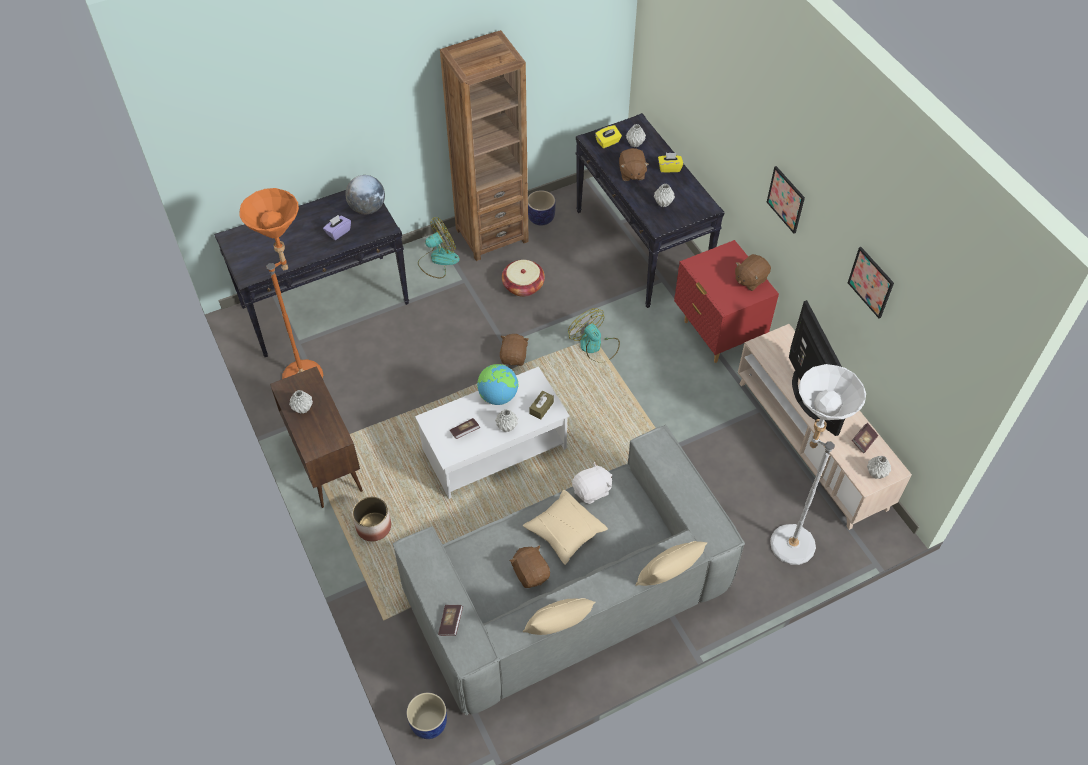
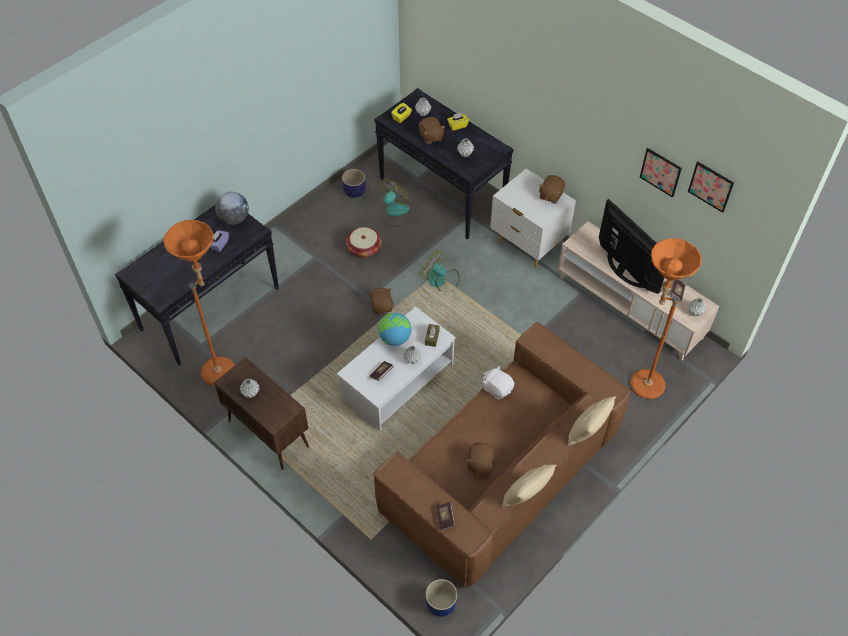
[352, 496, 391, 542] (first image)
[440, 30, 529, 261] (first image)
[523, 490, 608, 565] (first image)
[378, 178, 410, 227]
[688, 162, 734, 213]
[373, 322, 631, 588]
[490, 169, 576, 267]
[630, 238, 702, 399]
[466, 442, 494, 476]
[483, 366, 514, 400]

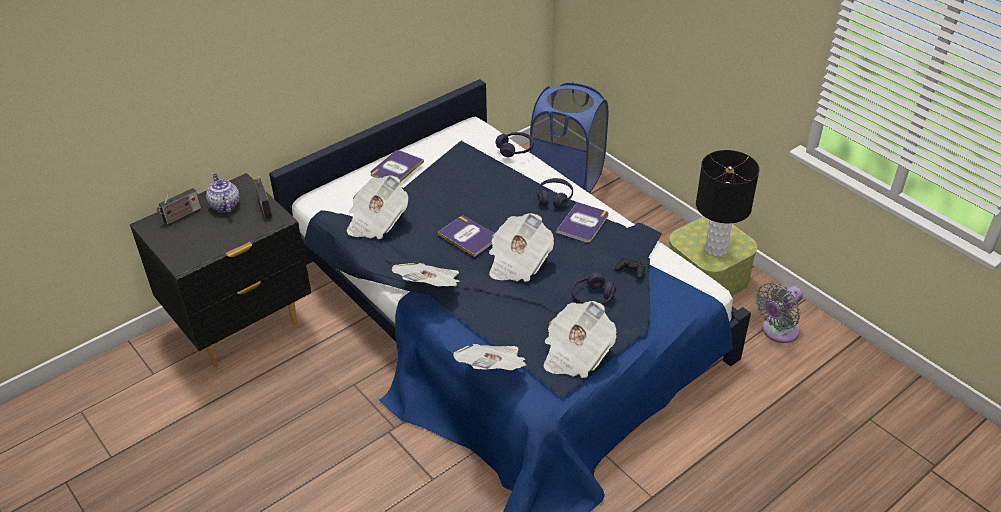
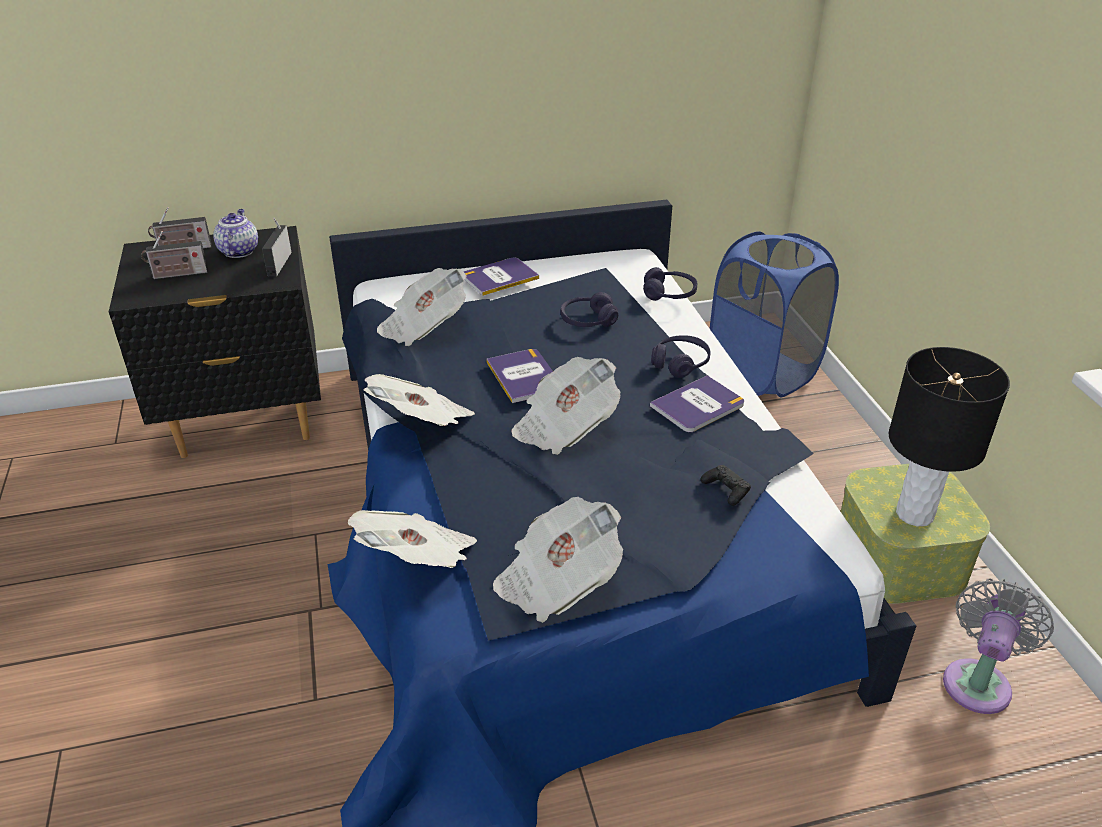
[141, 231, 208, 279]
[561, 292, 619, 327]
[943, 578, 1054, 714]

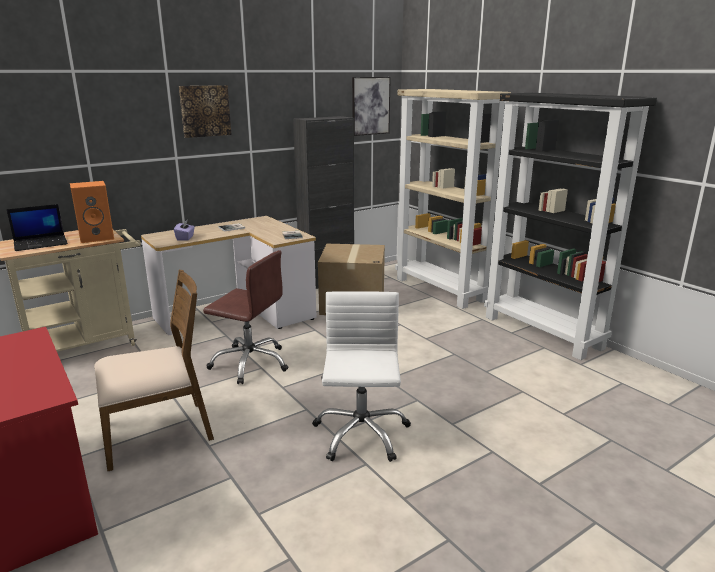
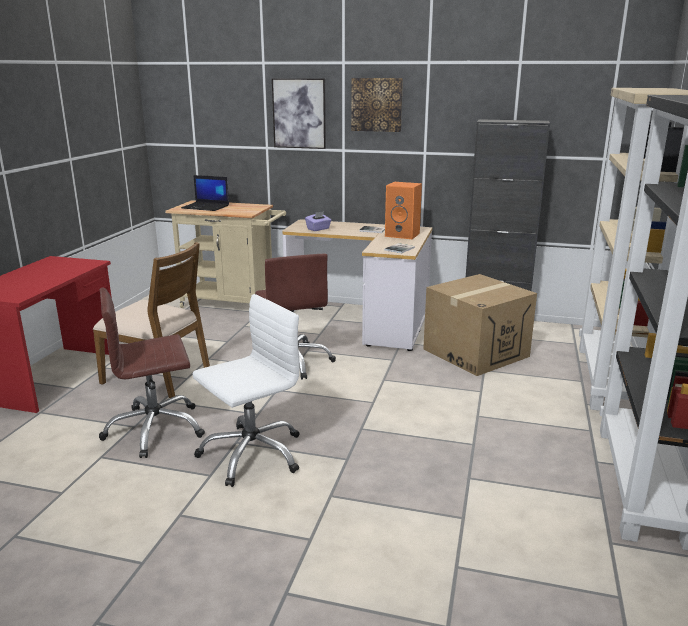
[99, 288, 205, 458]
[385, 182, 422, 239]
[272, 78, 326, 149]

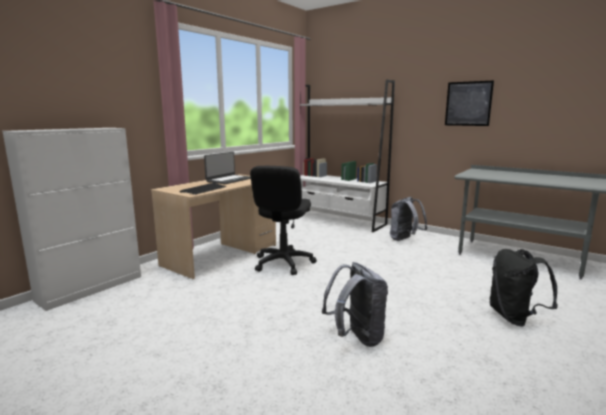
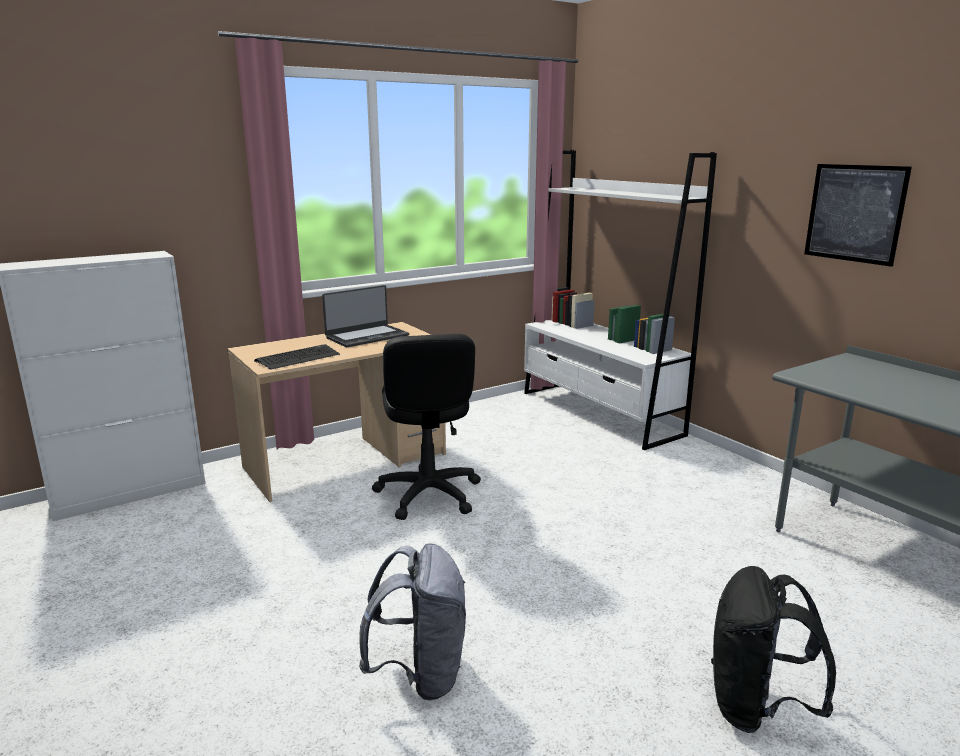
[390, 197, 428, 241] (first image)
[372, 334, 481, 520]

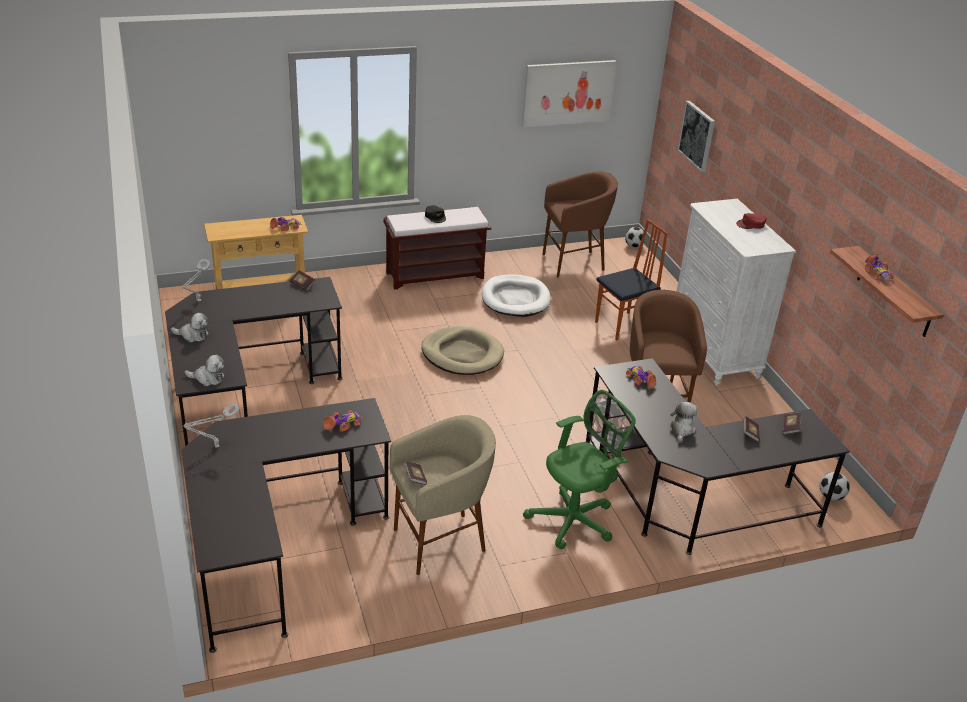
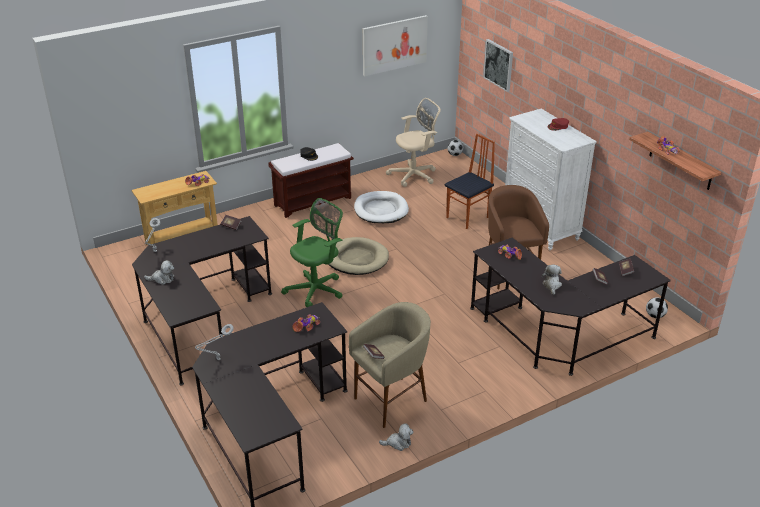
[379, 423, 413, 451]
[281, 198, 343, 307]
[386, 98, 441, 187]

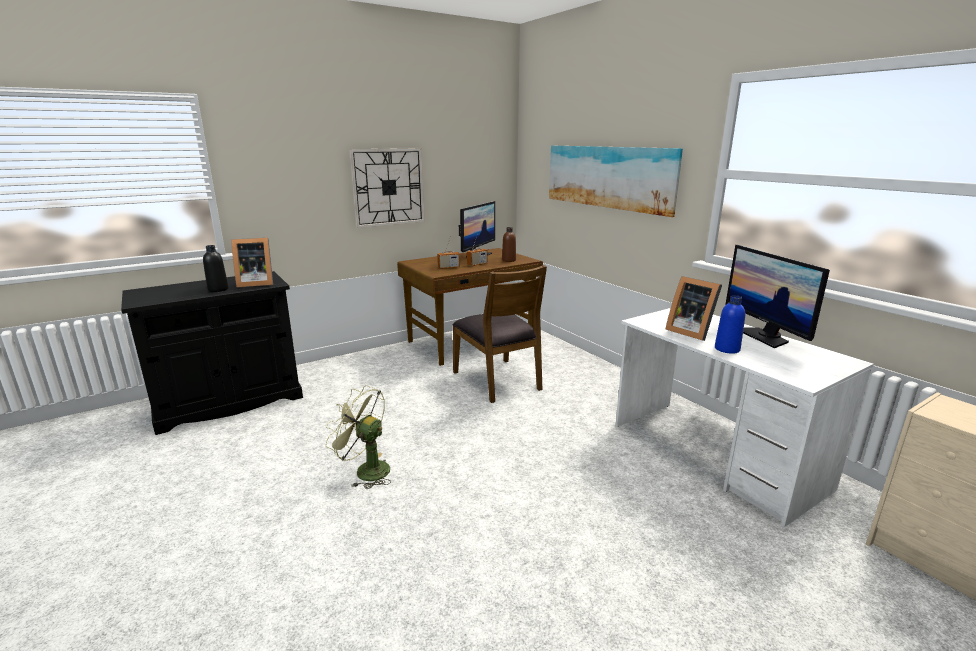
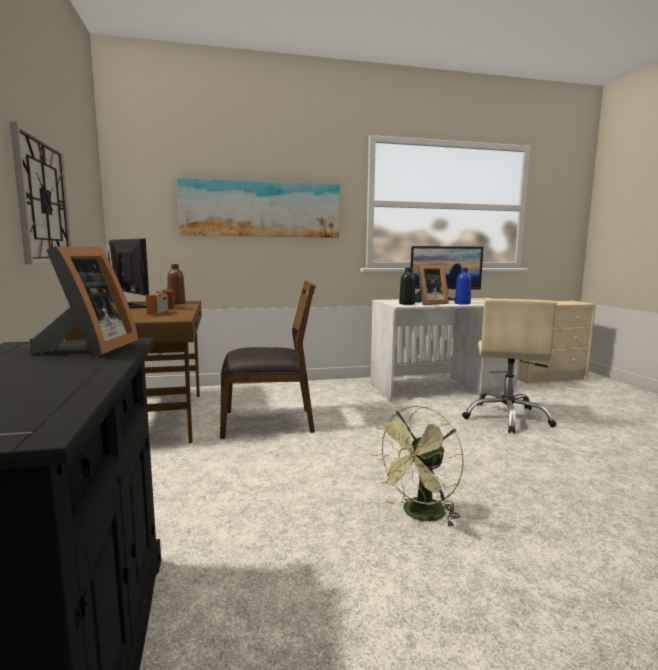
[462, 299, 557, 434]
[399, 268, 415, 305]

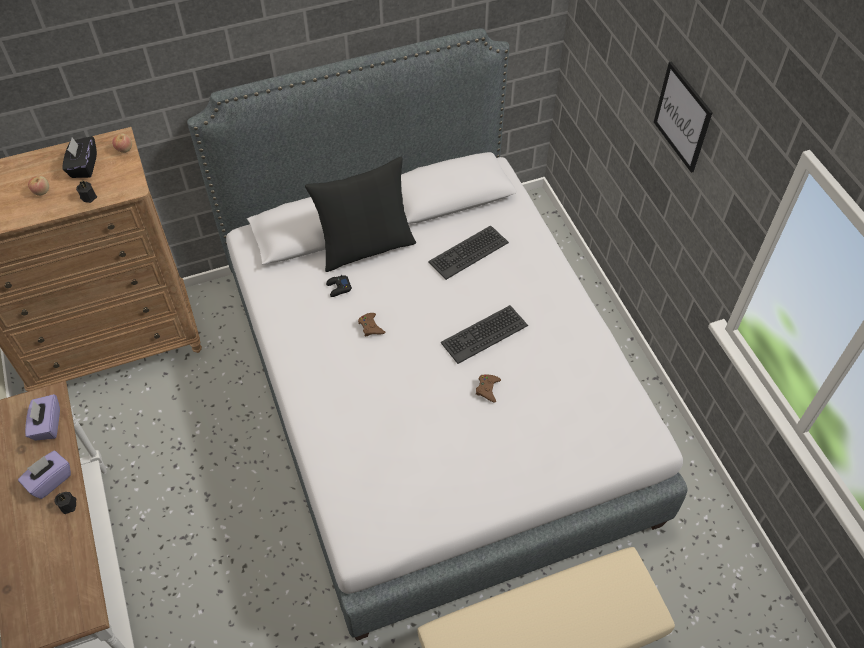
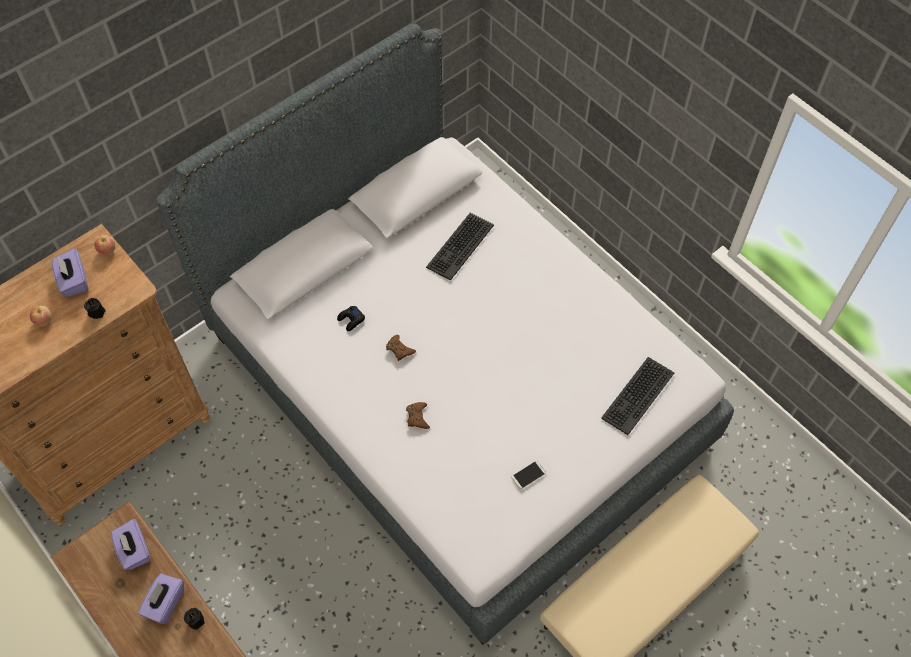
[305, 157, 416, 272] (first image)
[654, 61, 713, 173] (first image)
[512, 461, 546, 489]
[601, 357, 674, 435]
[406, 402, 430, 429]
[52, 248, 88, 297]

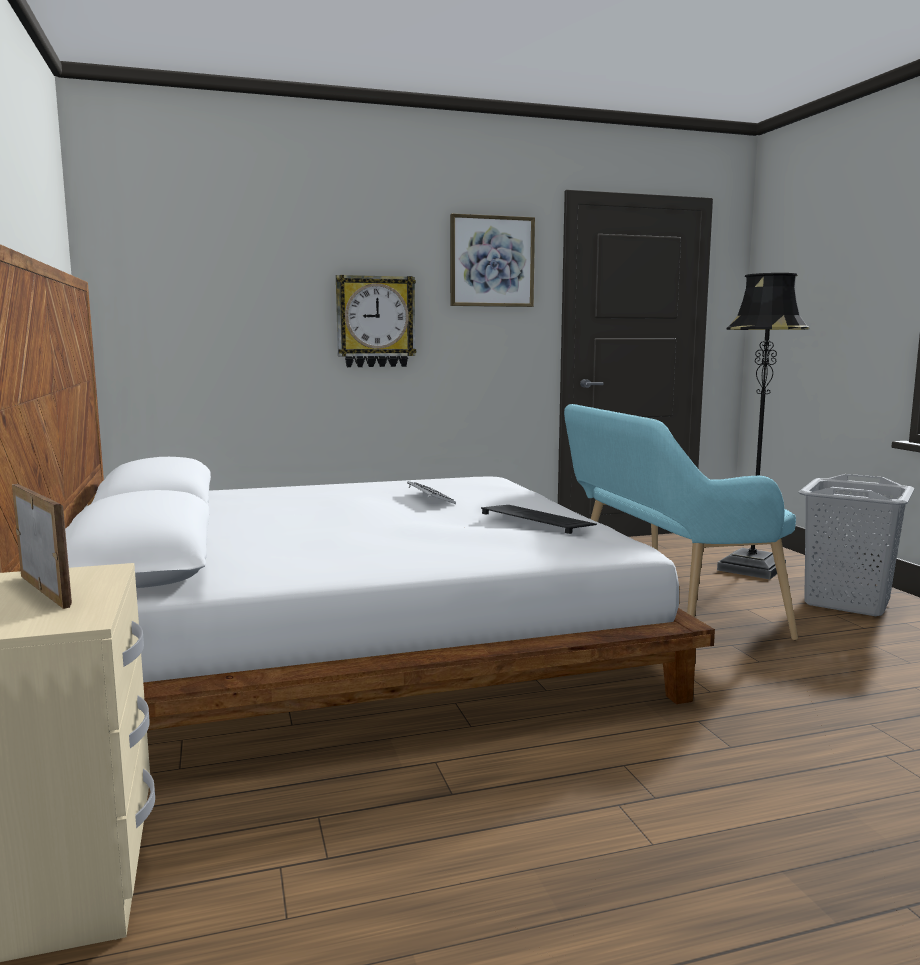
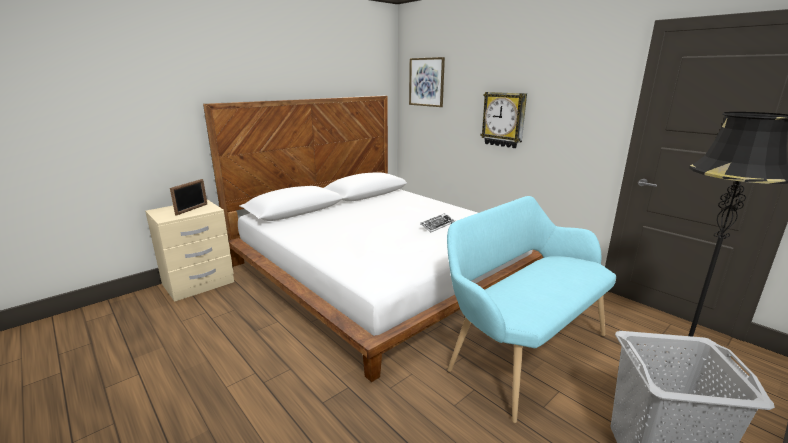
[481, 505, 597, 534] (first image)
[409, 57, 445, 107]

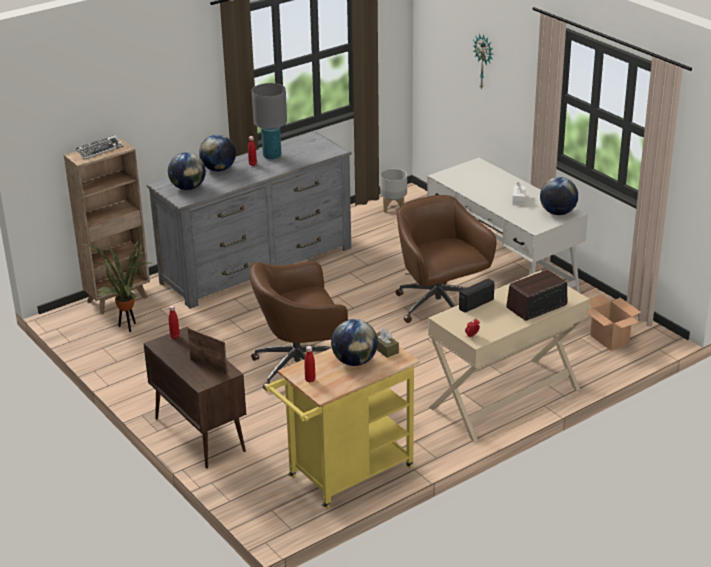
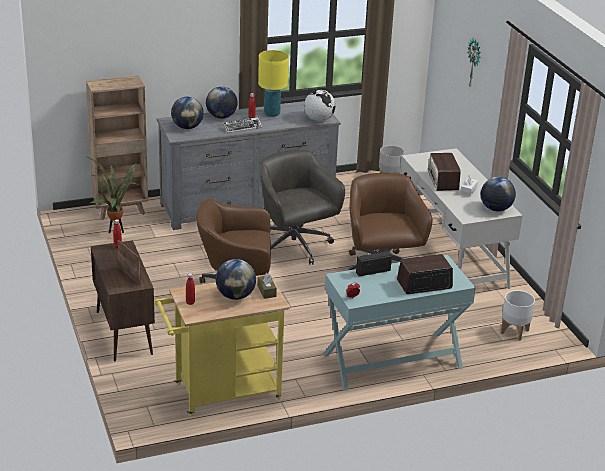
[260, 149, 345, 264]
[304, 90, 335, 121]
[428, 153, 461, 191]
[223, 117, 262, 133]
[501, 290, 535, 341]
[258, 50, 289, 117]
[323, 255, 476, 391]

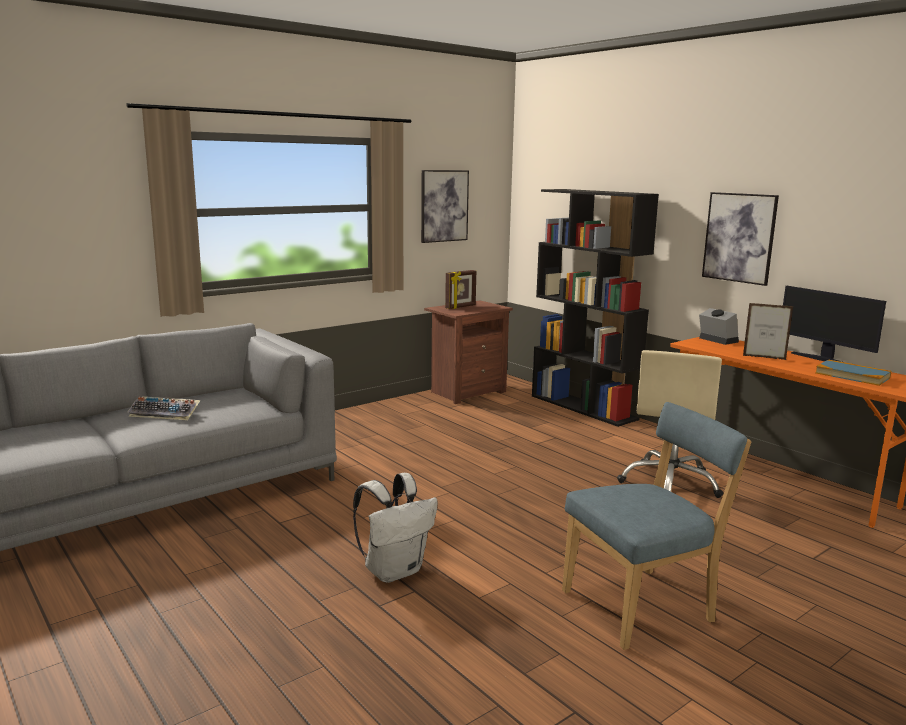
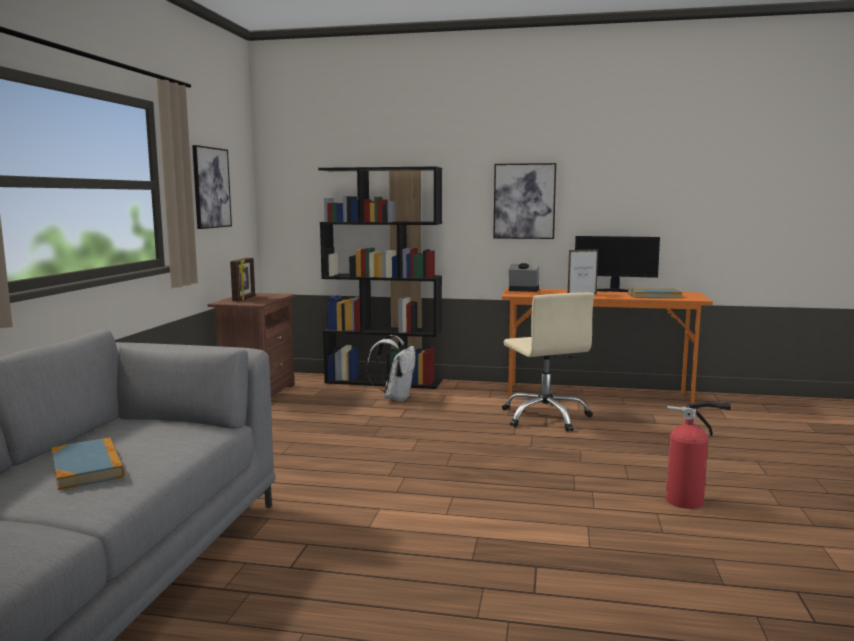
[367, 335, 415, 402]
[51, 437, 125, 490]
[666, 402, 732, 509]

